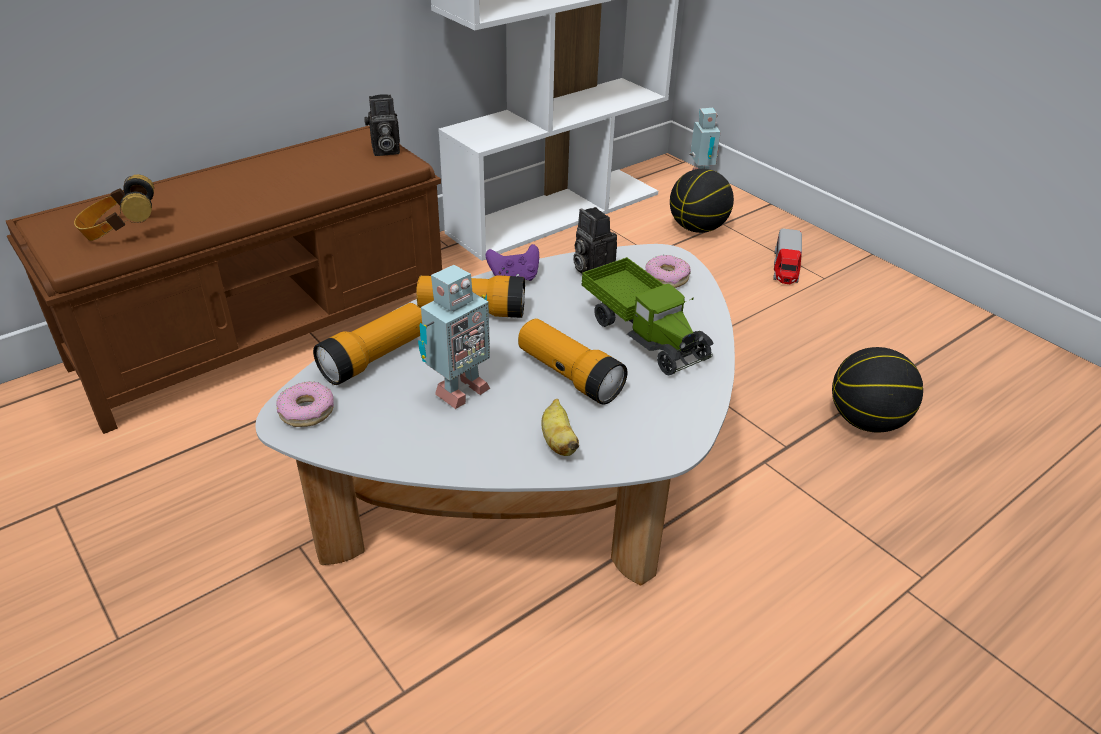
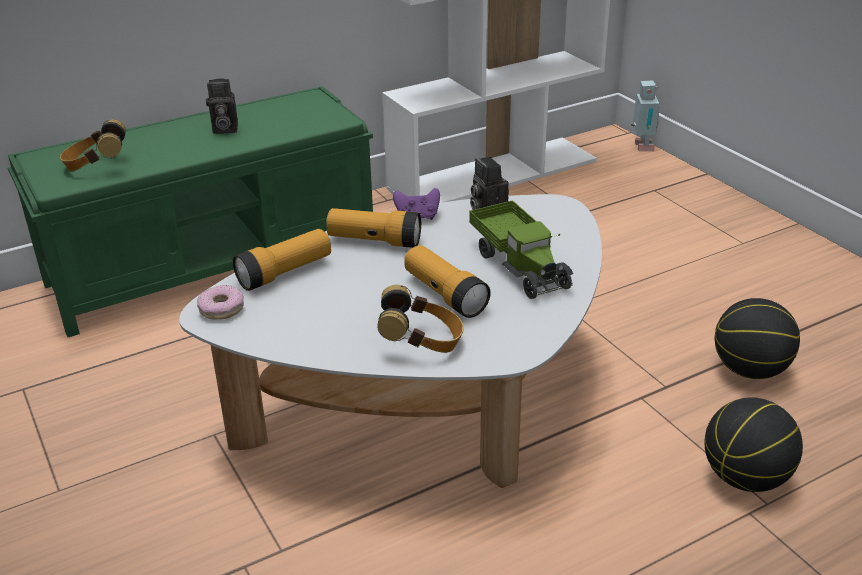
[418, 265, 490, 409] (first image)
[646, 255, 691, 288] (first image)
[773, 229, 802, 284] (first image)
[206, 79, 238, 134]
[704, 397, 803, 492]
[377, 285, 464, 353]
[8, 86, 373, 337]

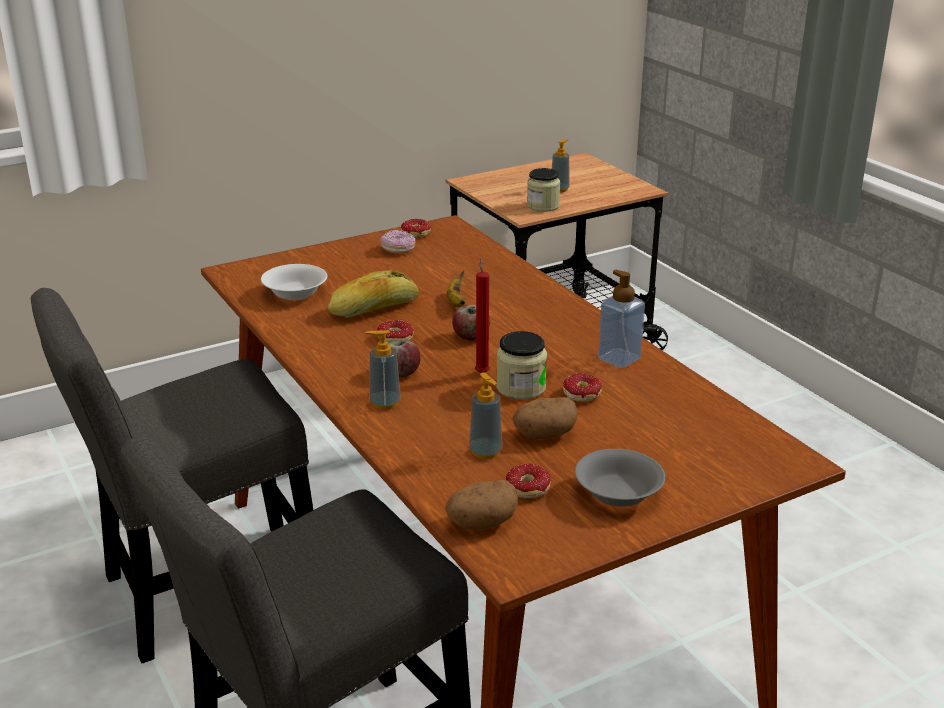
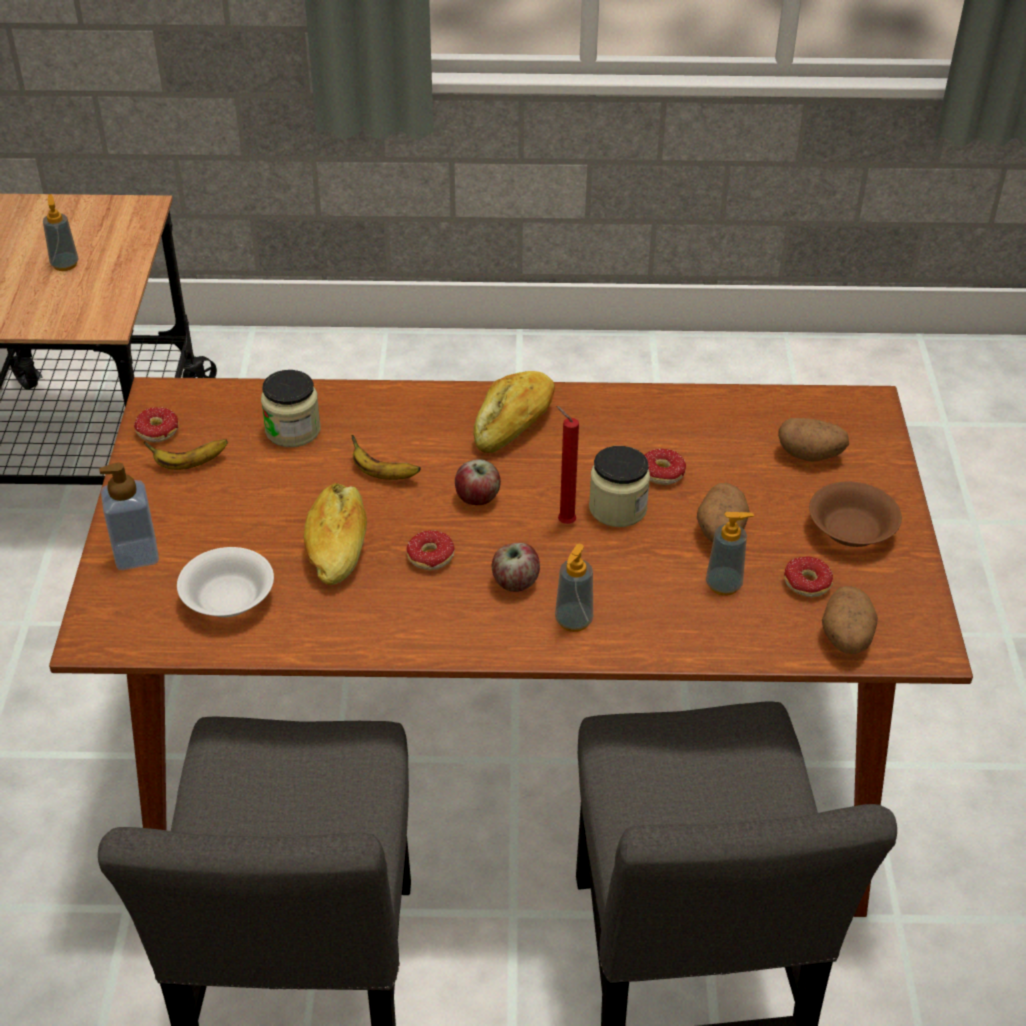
[473, 371, 555, 453]
[778, 418, 849, 462]
[261, 370, 321, 447]
[99, 462, 159, 570]
[144, 439, 228, 470]
[809, 482, 902, 547]

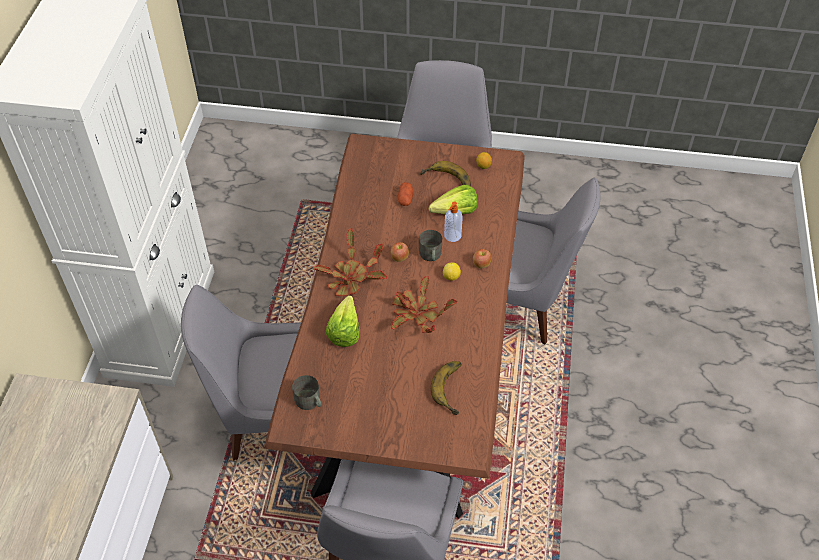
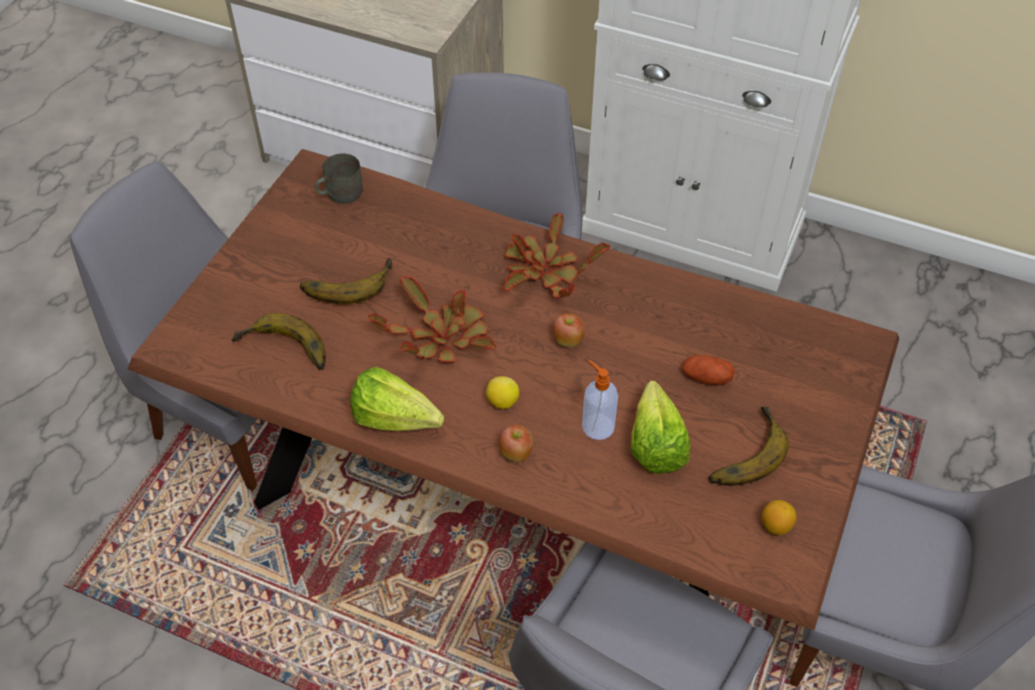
[419, 230, 442, 261] (first image)
[300, 258, 393, 304]
[350, 367, 444, 431]

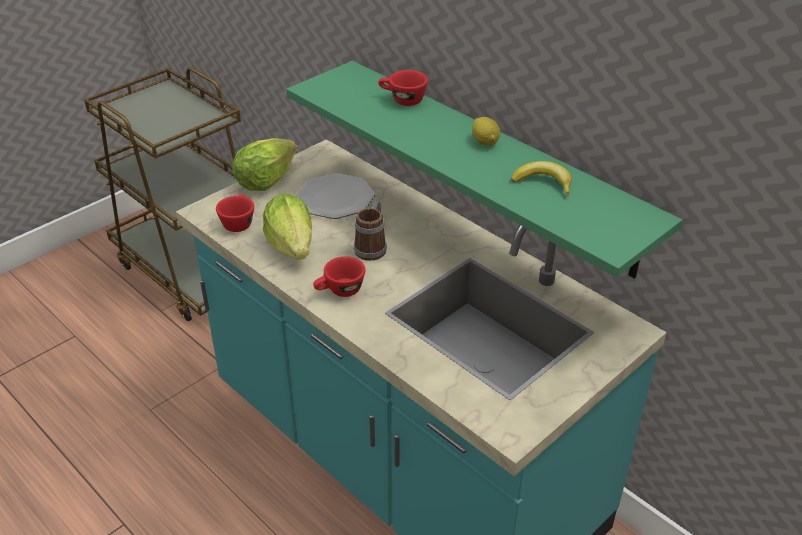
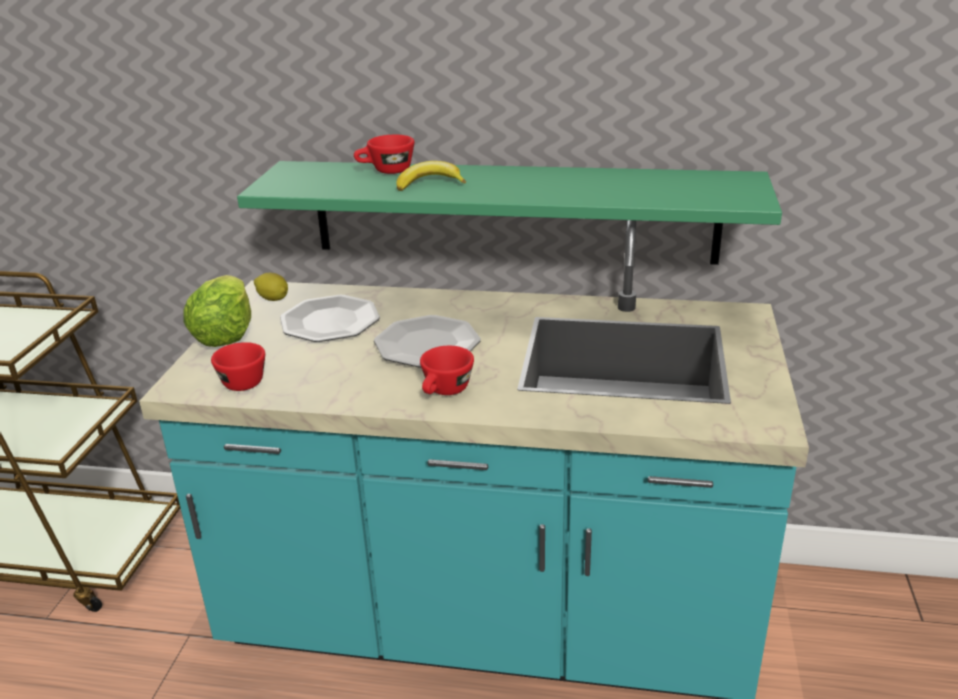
[263, 194, 312, 260] (first image)
[254, 273, 288, 301]
[396, 161, 466, 191]
[374, 315, 481, 367]

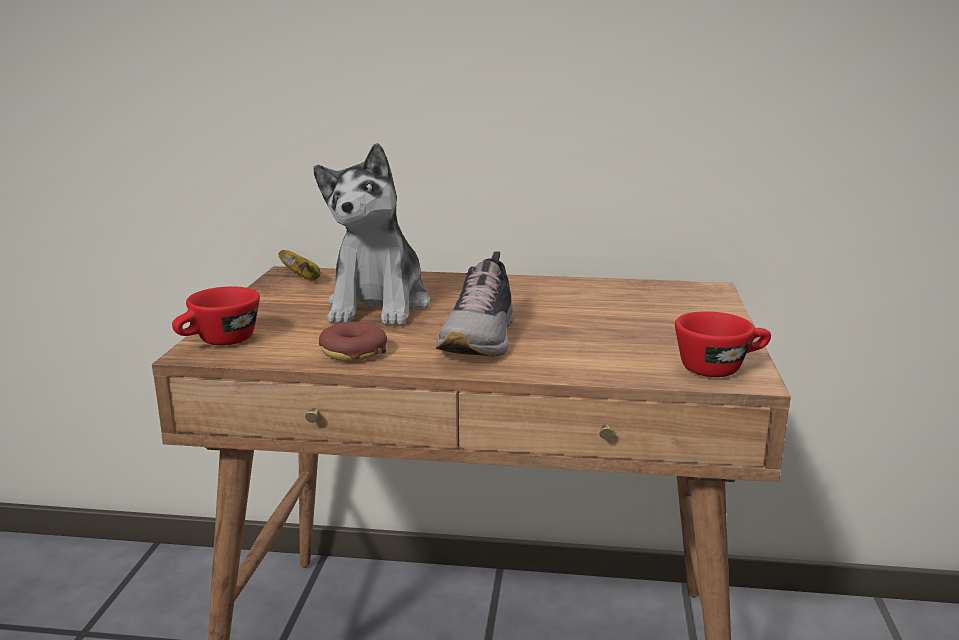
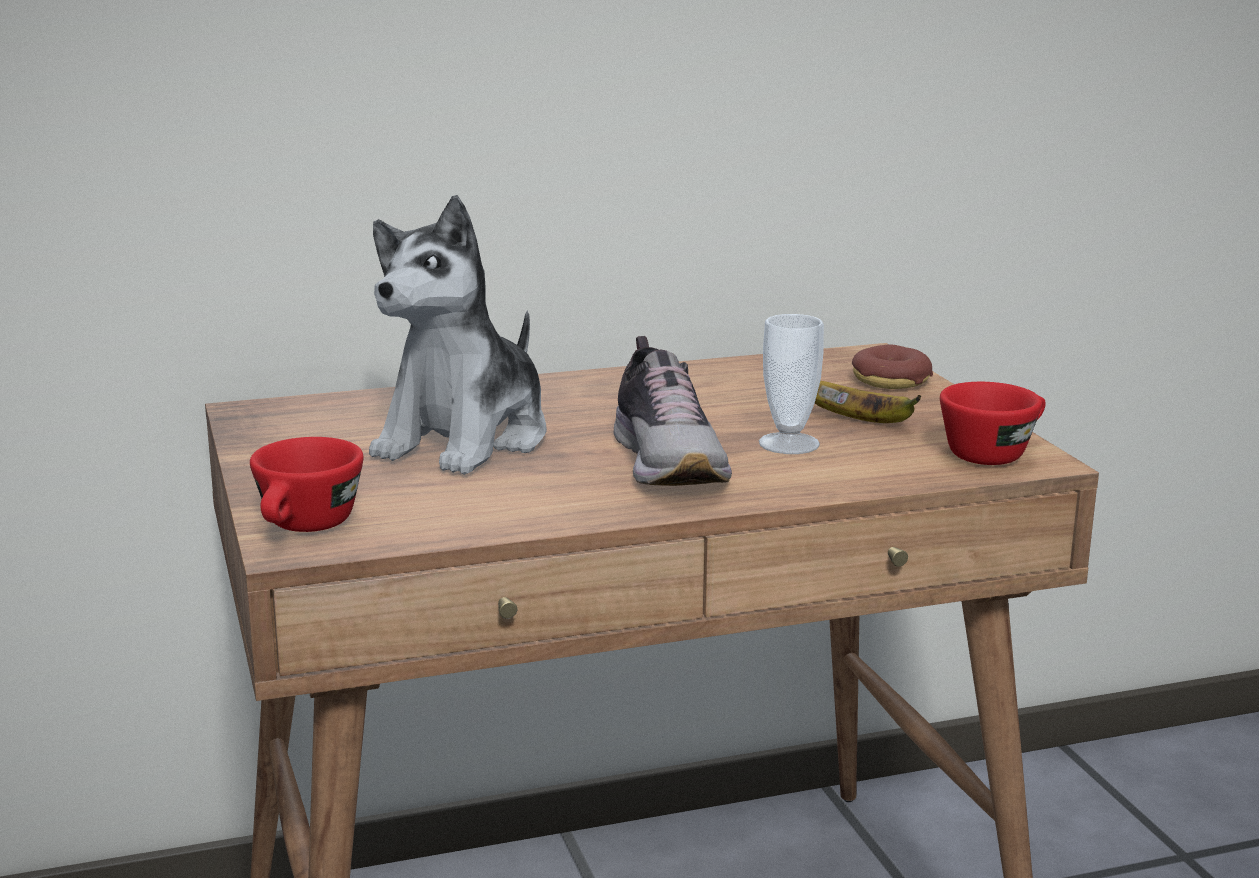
[759, 314, 824, 454]
[815, 381, 921, 423]
[852, 344, 933, 389]
[369, 195, 547, 475]

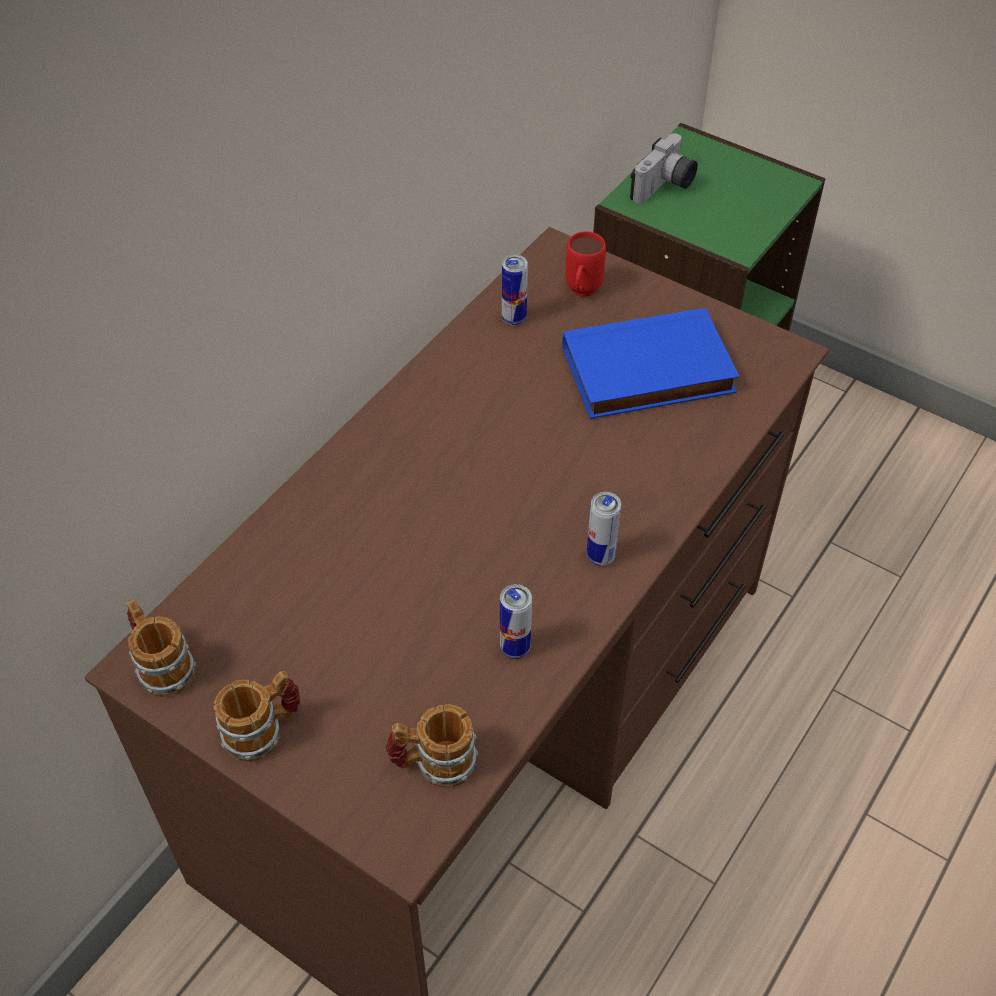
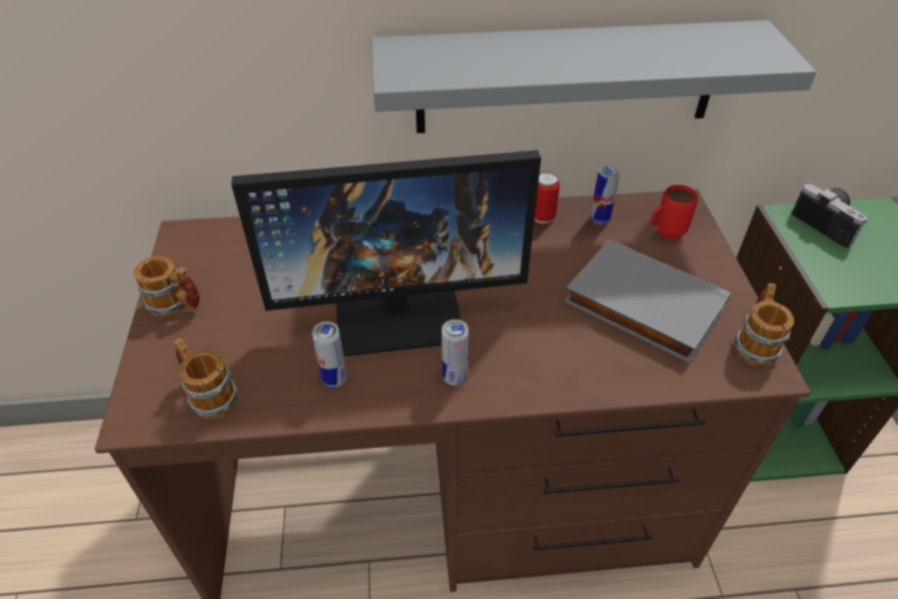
[231, 150, 541, 356]
[371, 20, 816, 133]
[534, 172, 560, 224]
[734, 283, 794, 366]
[564, 239, 731, 363]
[791, 184, 867, 247]

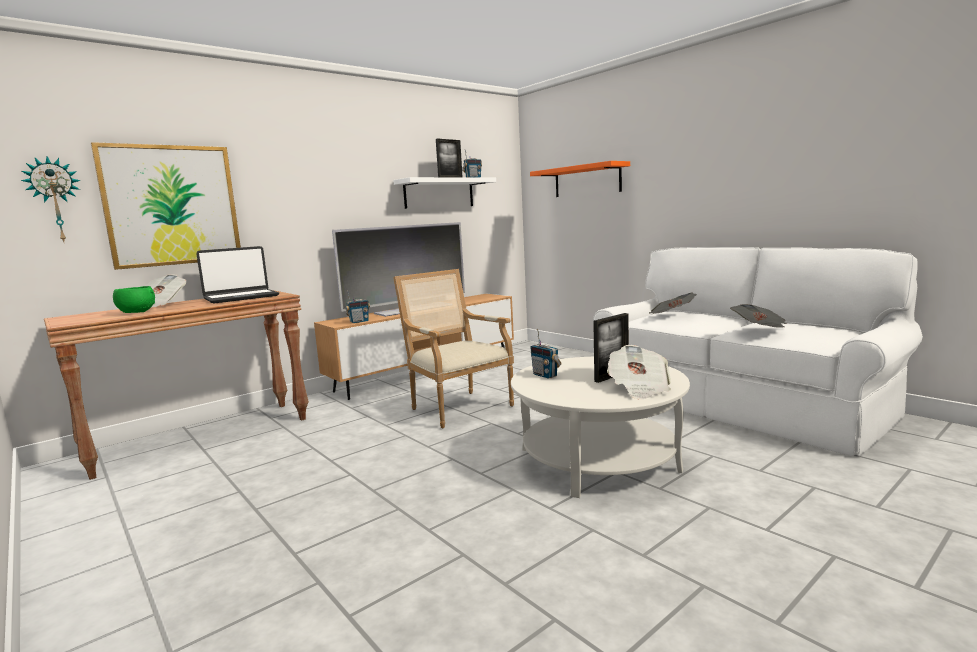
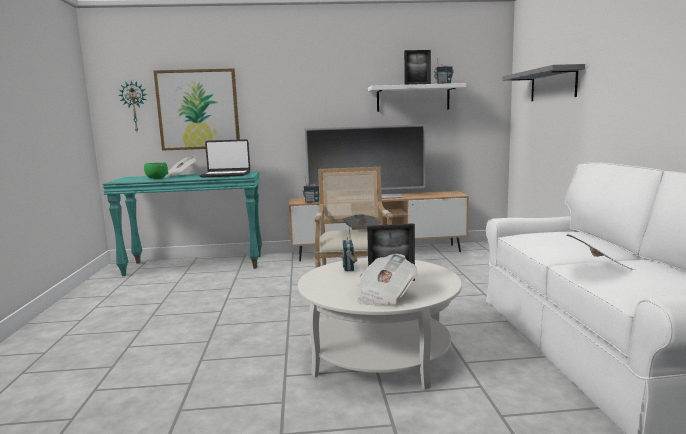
[342, 214, 381, 229]
[102, 171, 262, 276]
[502, 64, 585, 101]

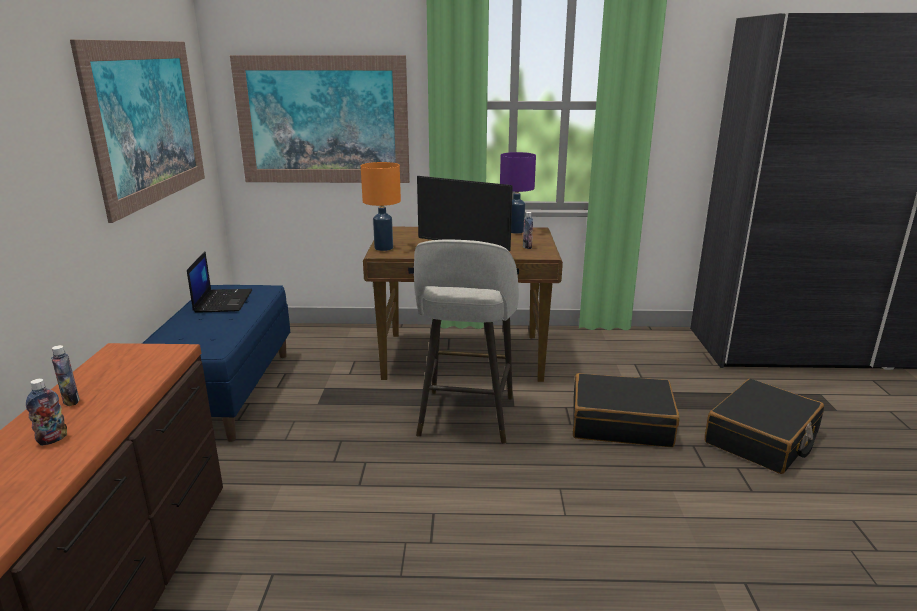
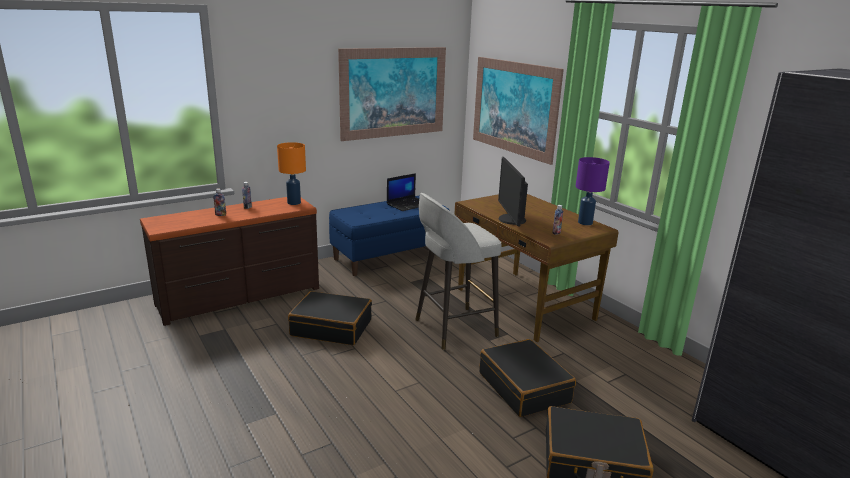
[288, 291, 372, 345]
[277, 142, 306, 205]

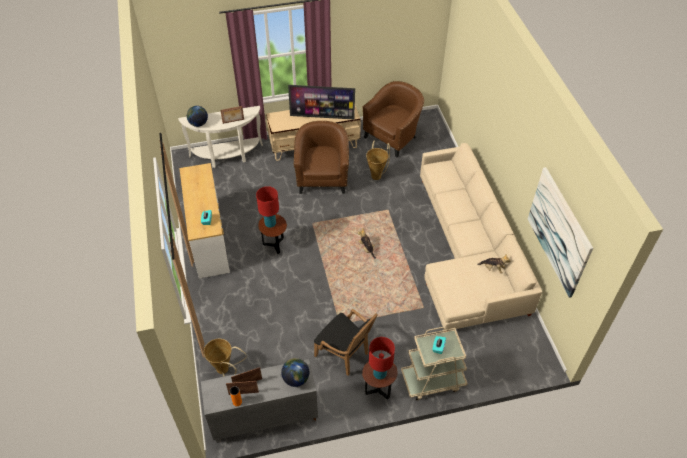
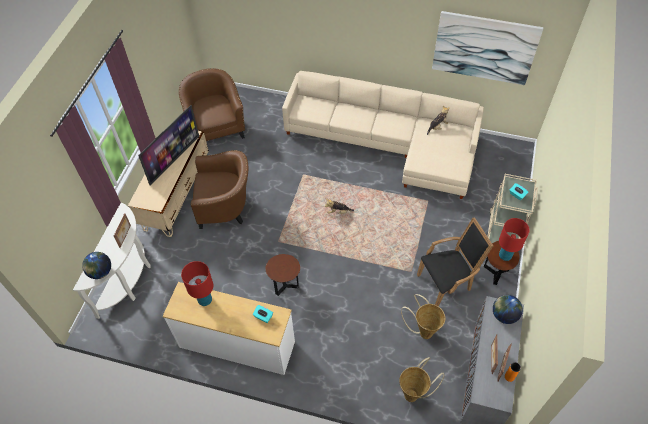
[181, 261, 213, 306]
[401, 294, 445, 339]
[191, 150, 248, 229]

